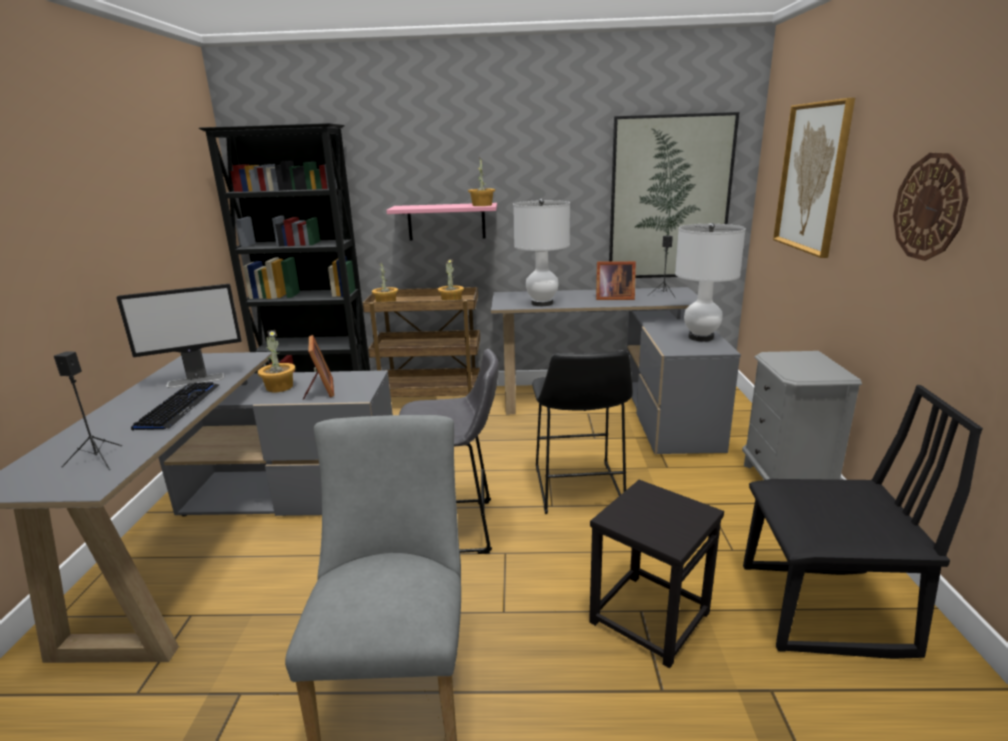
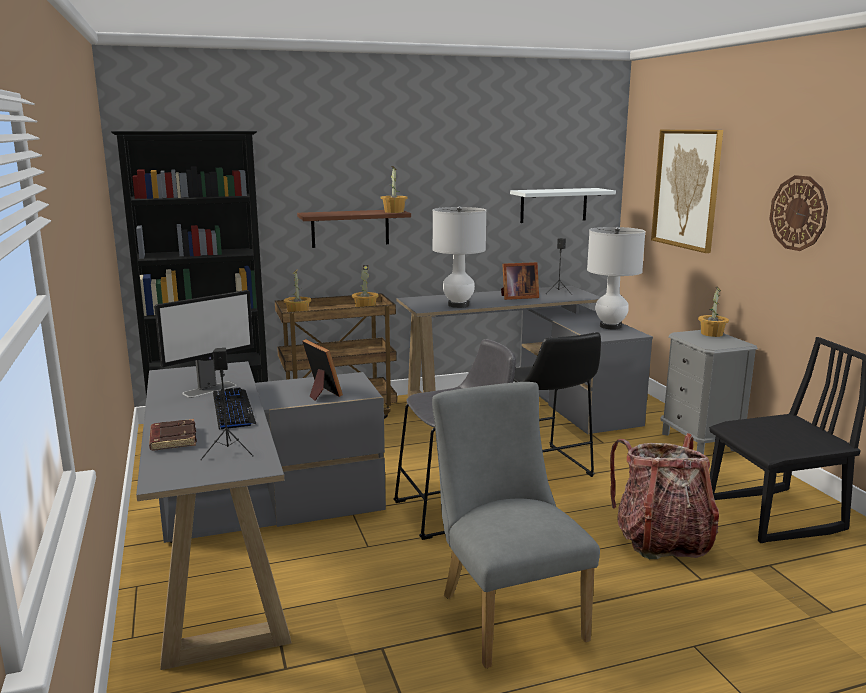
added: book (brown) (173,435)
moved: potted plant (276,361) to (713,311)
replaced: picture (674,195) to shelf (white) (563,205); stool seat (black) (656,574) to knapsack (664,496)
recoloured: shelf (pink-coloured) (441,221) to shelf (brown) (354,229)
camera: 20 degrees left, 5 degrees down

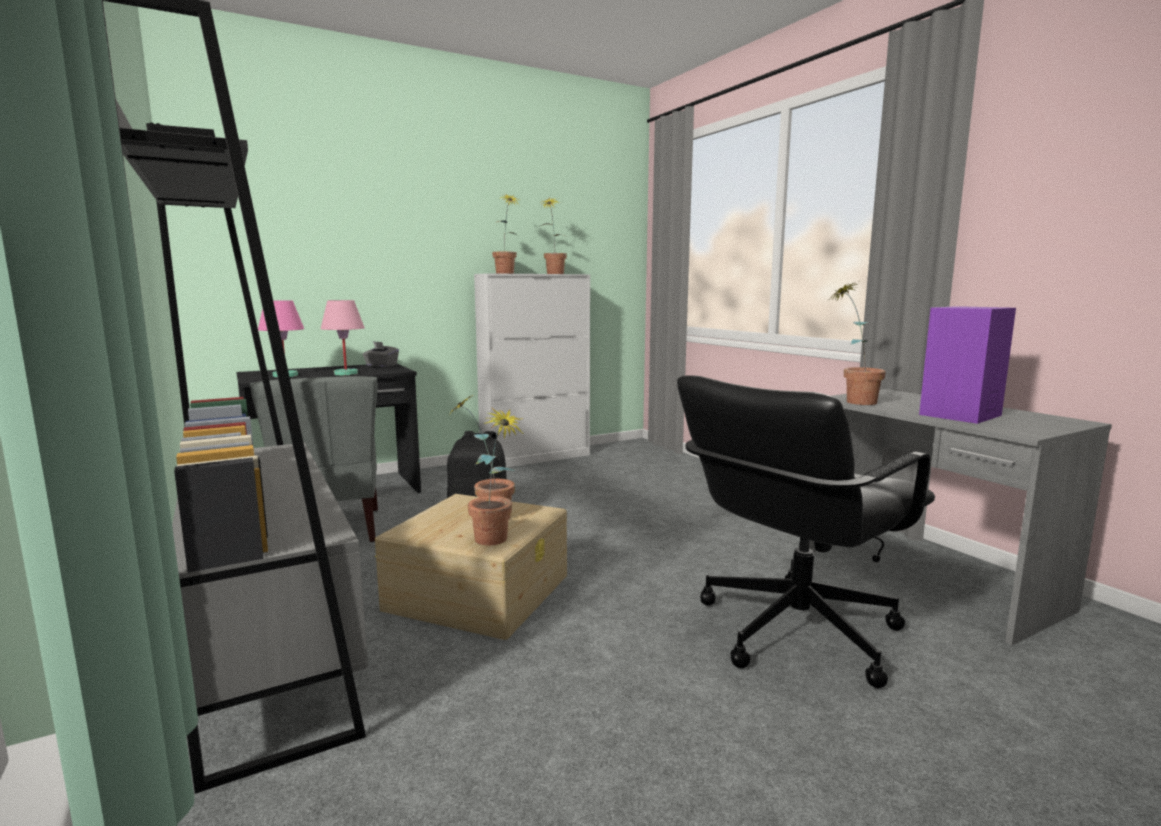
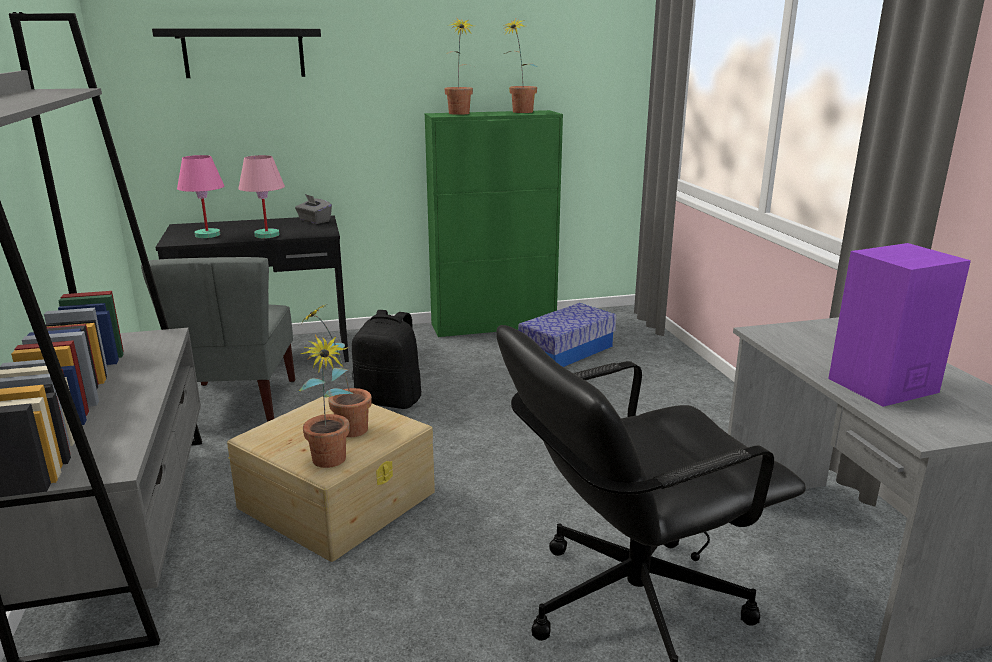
removed: potted plant (858,343)
added: shelf (black) (236,53); storage box (567,335)
recoloured: cabinet (white) (532,370) to cabinet (greenish) (494,223)
camera: 15 degrees right, 10 degrees up

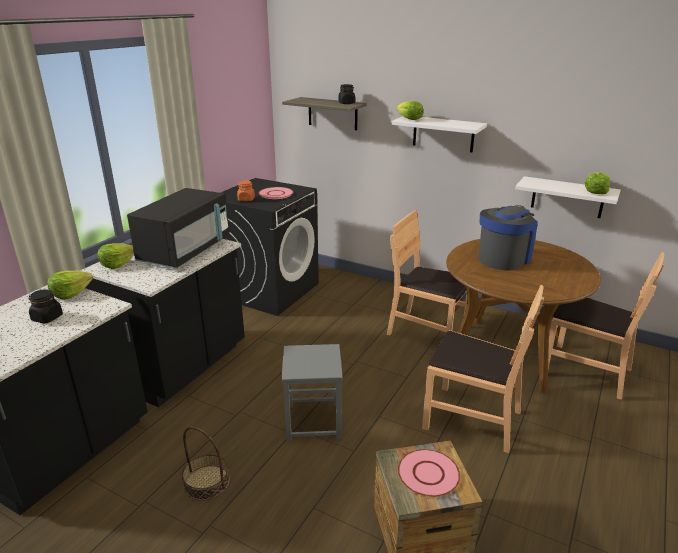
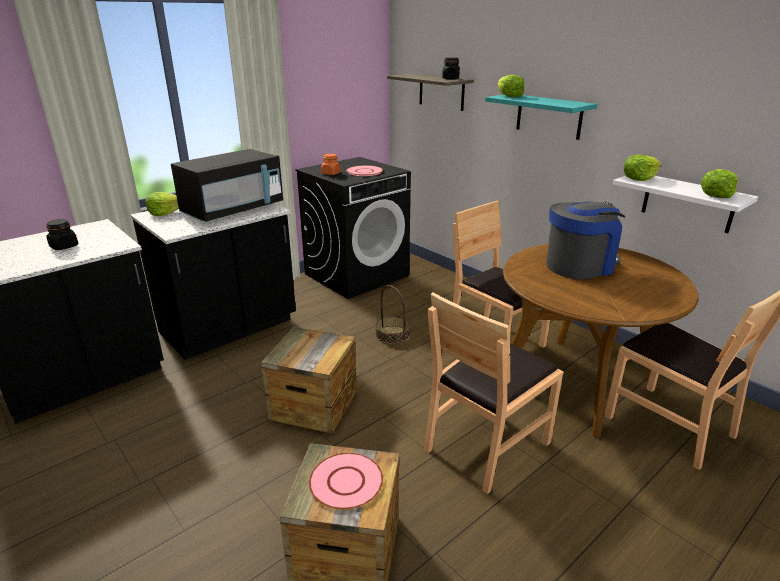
moved: basket (206,463) to (392,314); lettuce (70,285) to (642,168)
replaced: stool seat (gray) (312,392) to shipping crate (309,380)
recoloured: shelf (white) (439,134) to shelf (turquoise) (541,117)
turned: chair (brown) (483,369) = (493,393) 90 degrees clockwise
camera: 20 degrees right, 0 degrees up

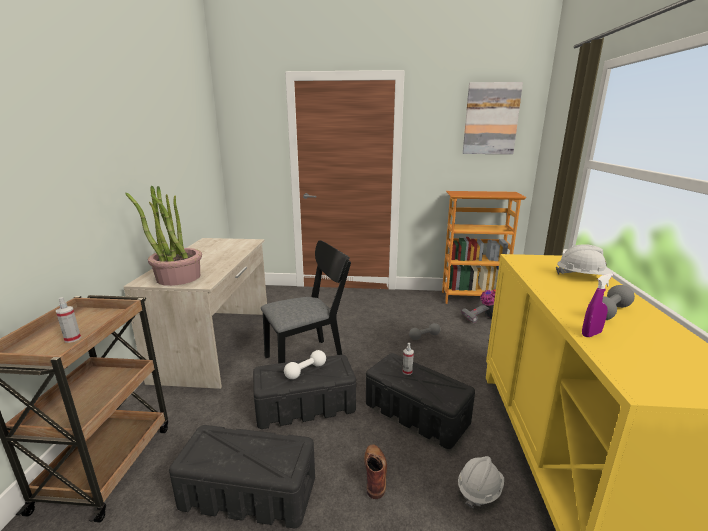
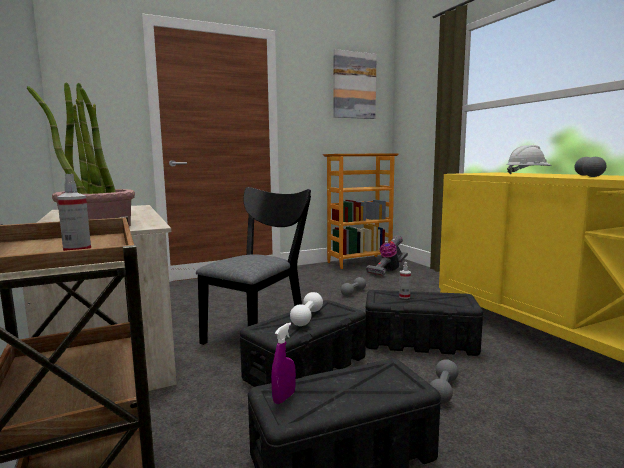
removed: hard hat (white) (481,482)
moved: hand sprayer (purple-coloured) (597,305) to (283,363)
replaced: boot (brown) (375,471) to dumbbell (gray) (444,381)
camera: 30 degrees left, 10 degrees down

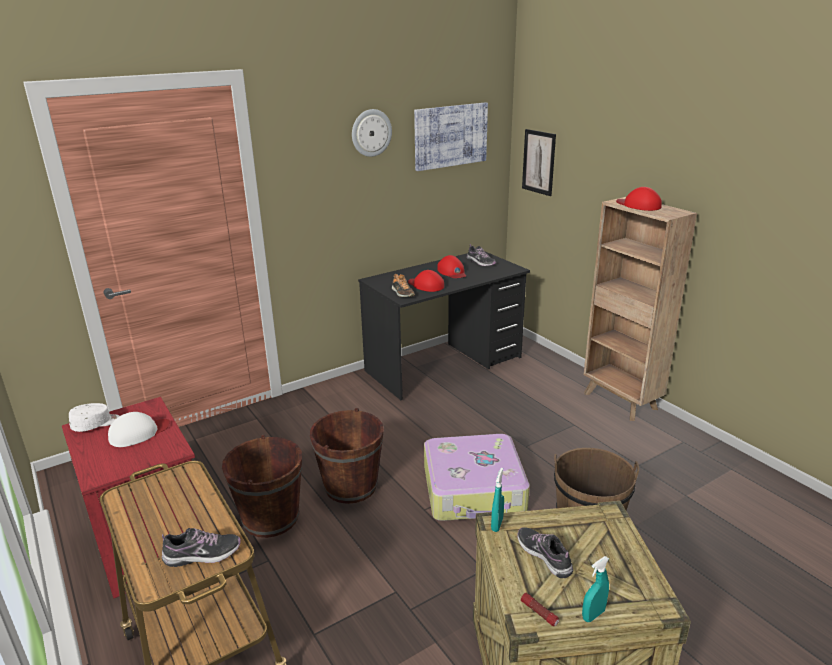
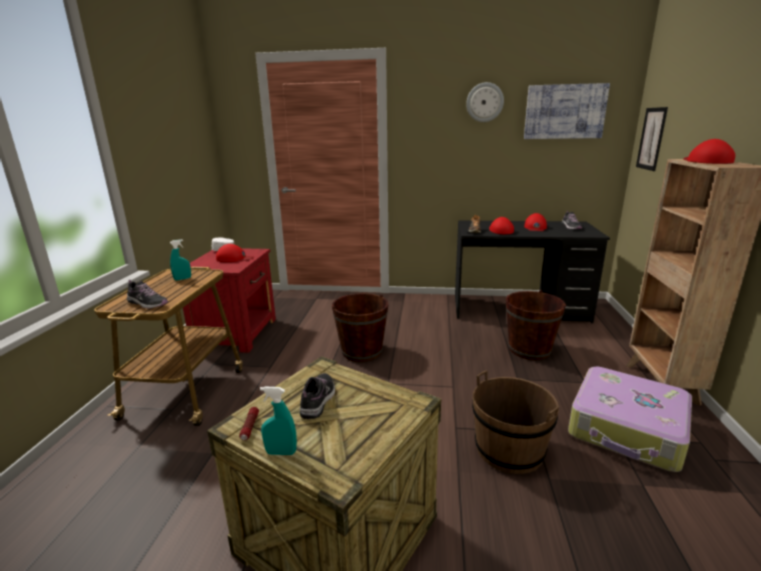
moved: hand sprayer (turquoise) (497,500) to (180,260); pail (brown) (262,486) to (536,325); suitcase (477,477) to (630,419)
recoloured: cap (white) (139,429) to cap (red-coloured) (234,253)
camera: 40 degrees right, 5 degrees down

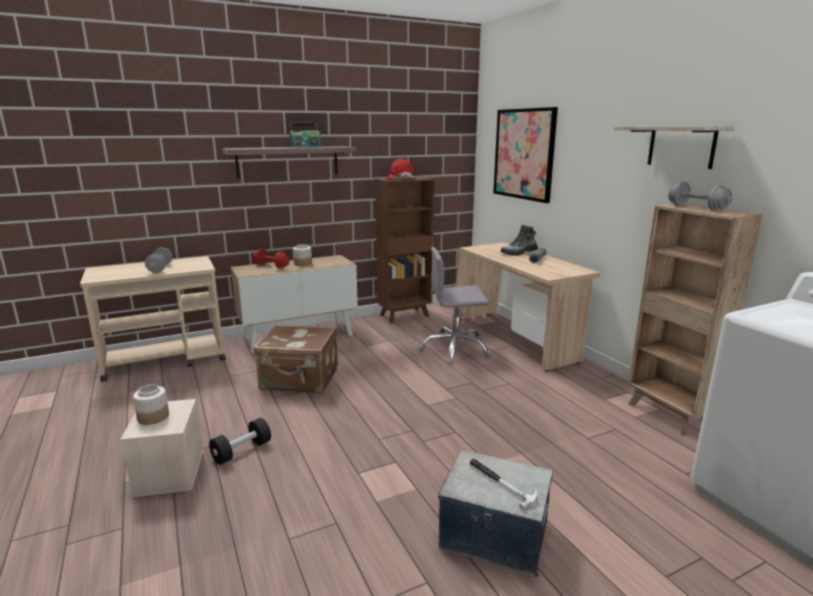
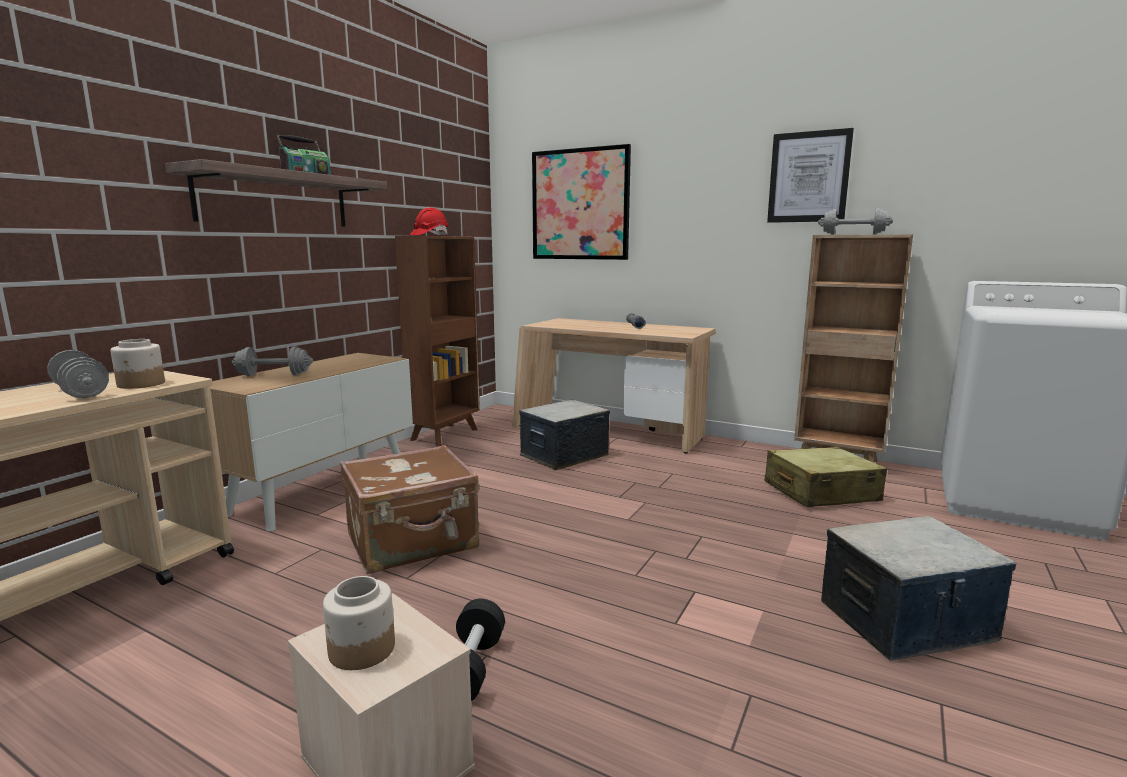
removed: hand hammer (503,484); boot (519,240)
added: suitcase (beige-coloured) (826,477)
moved: storage jar (302,255) to (137,364)
replaced: computer chair (gray) (455,306) to storage box (564,434); shelf (674,147) to picture (810,175)
recoloured: dumbbell (red-coloured) (271,258) to dumbbell (gray) (272,361)
camera: 35 degrees left, 5 degrees down

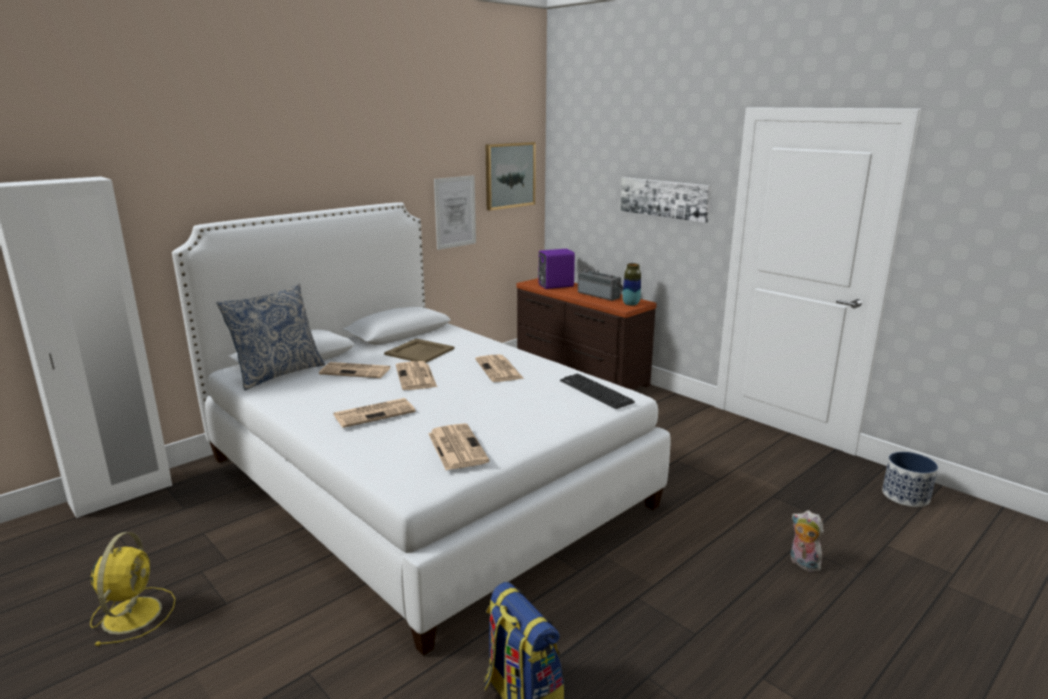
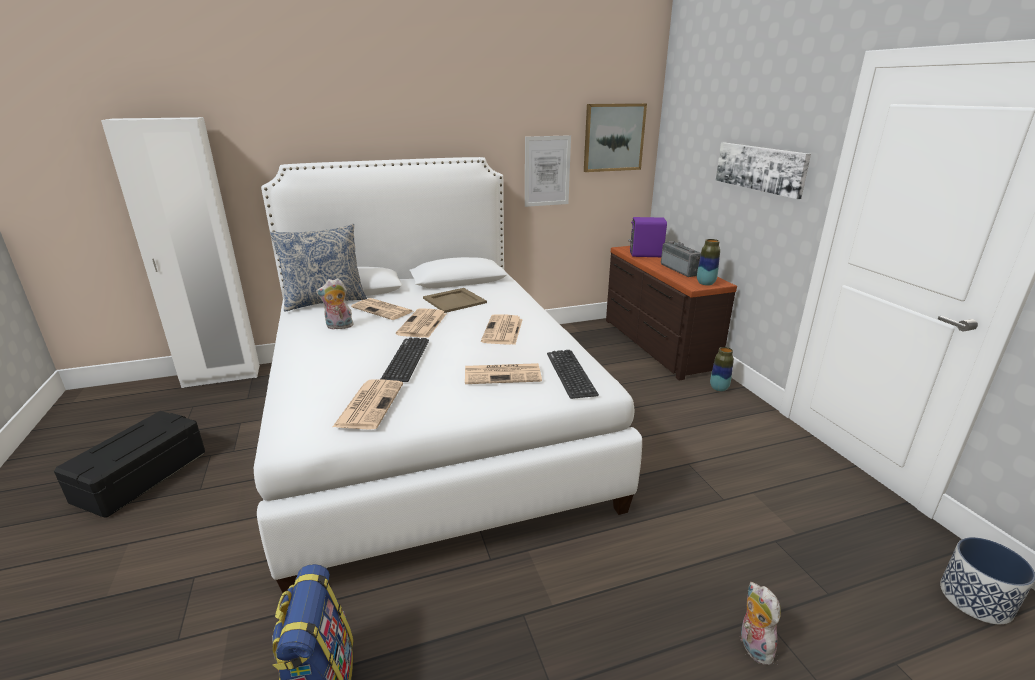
added: soft toy (335,304); PC keyboard (404,360); flower vase (722,369)
moved: newspaper (374,413) to (503,373)
replaced: electric fan (yellowish) (132,589) to storage box (black) (129,464)
camera: 25 degrees right, 5 degrees up

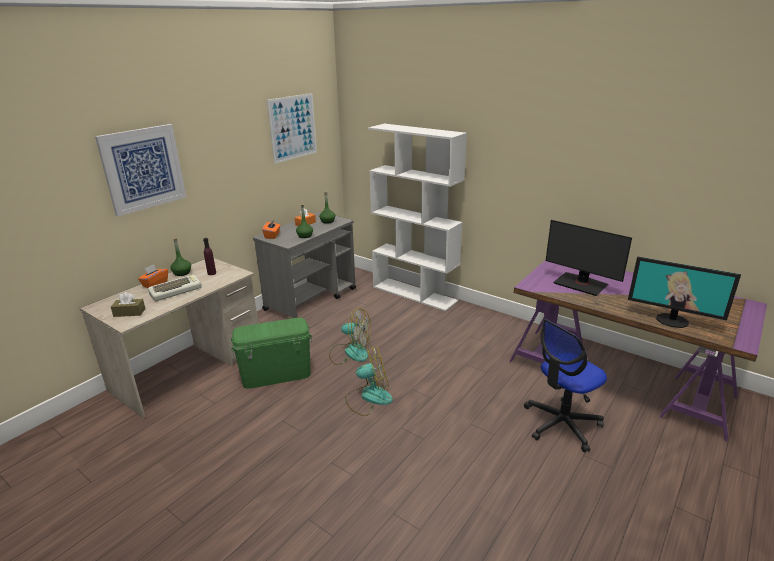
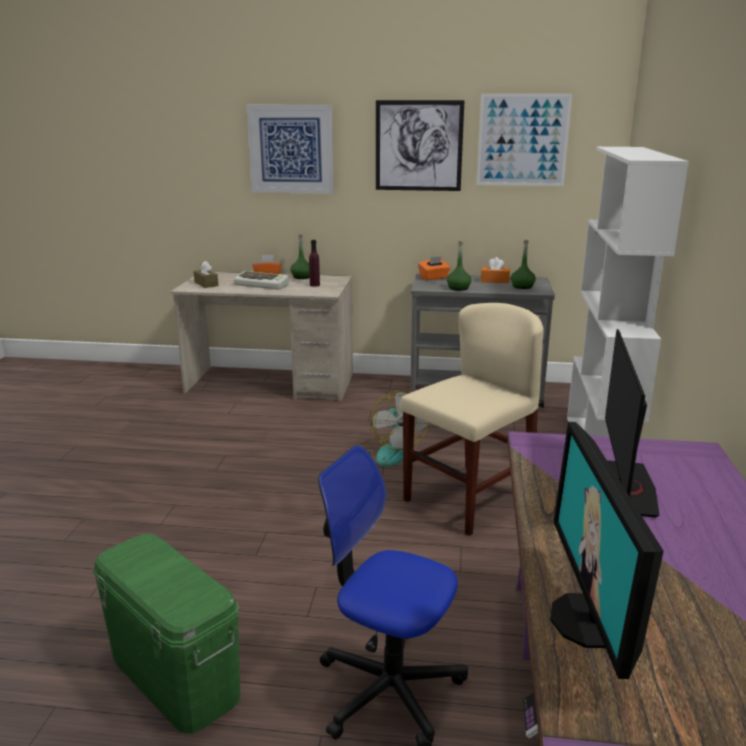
removed: electric fan (369,381)
added: picture (420,145); chair (beige-coloured) (472,419)
moved: storage box (greenish) (271,353) to (166,634)
camera: 60 degrees right, 5 degrees down

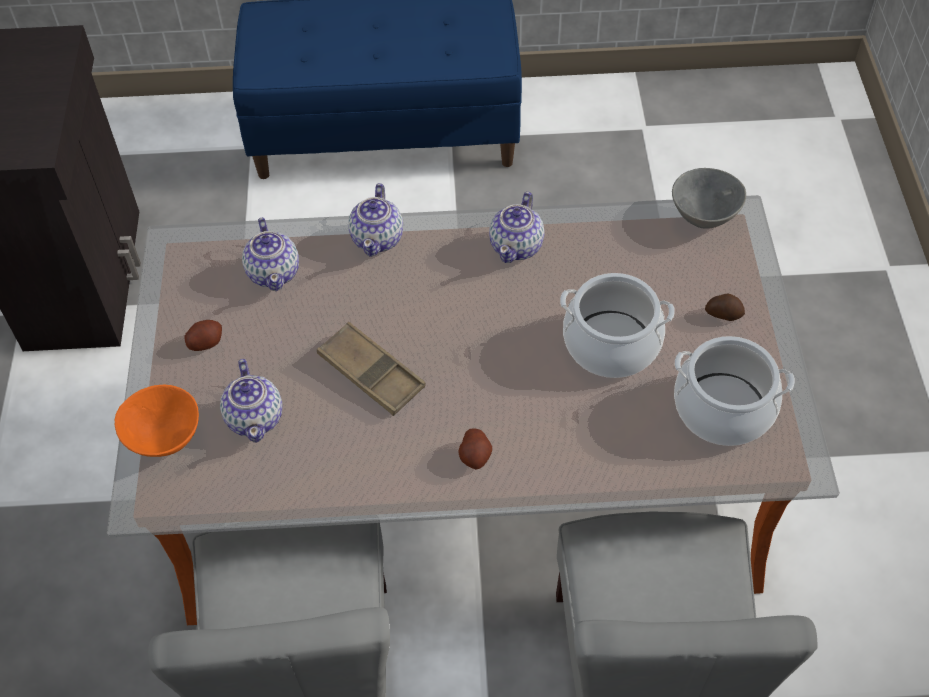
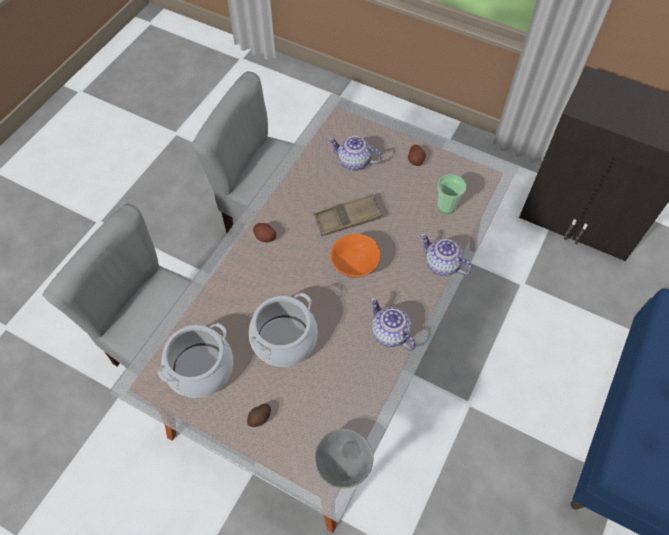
moved: serving bowl (orange) (156,421) to (355,256)
replaced: teapot (270,254) to cup (451,194)
camera: 120 degrees right, 5 degrees up

